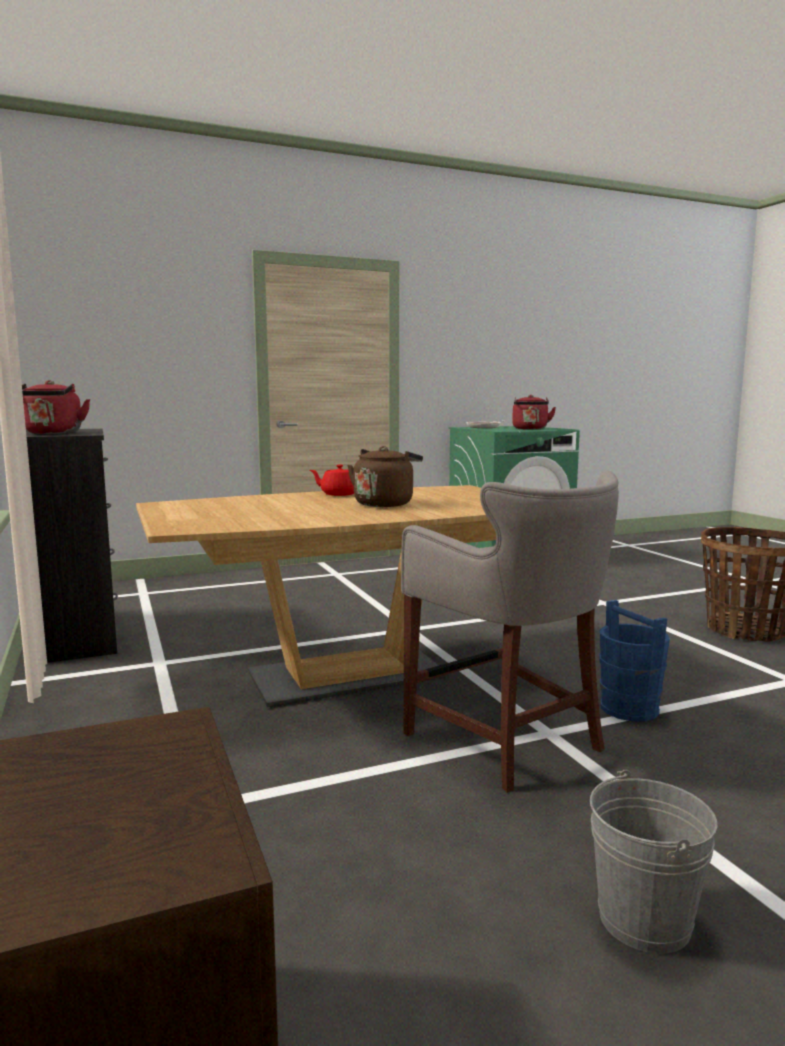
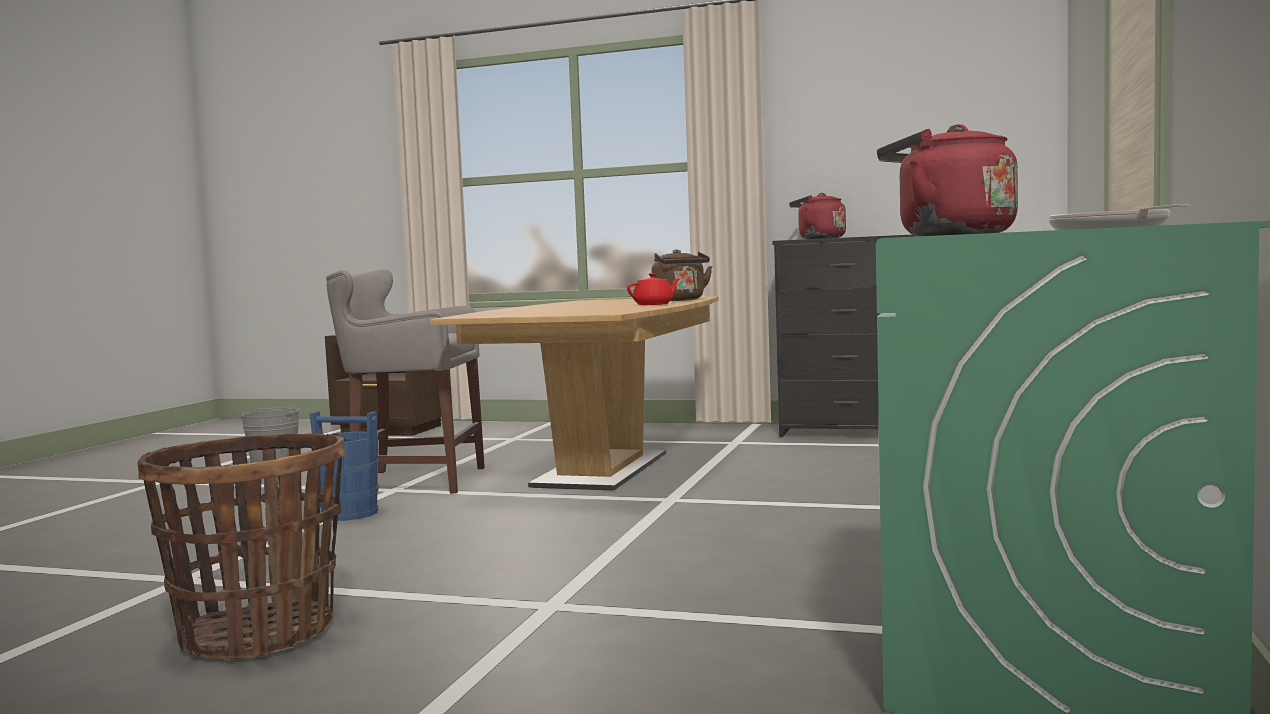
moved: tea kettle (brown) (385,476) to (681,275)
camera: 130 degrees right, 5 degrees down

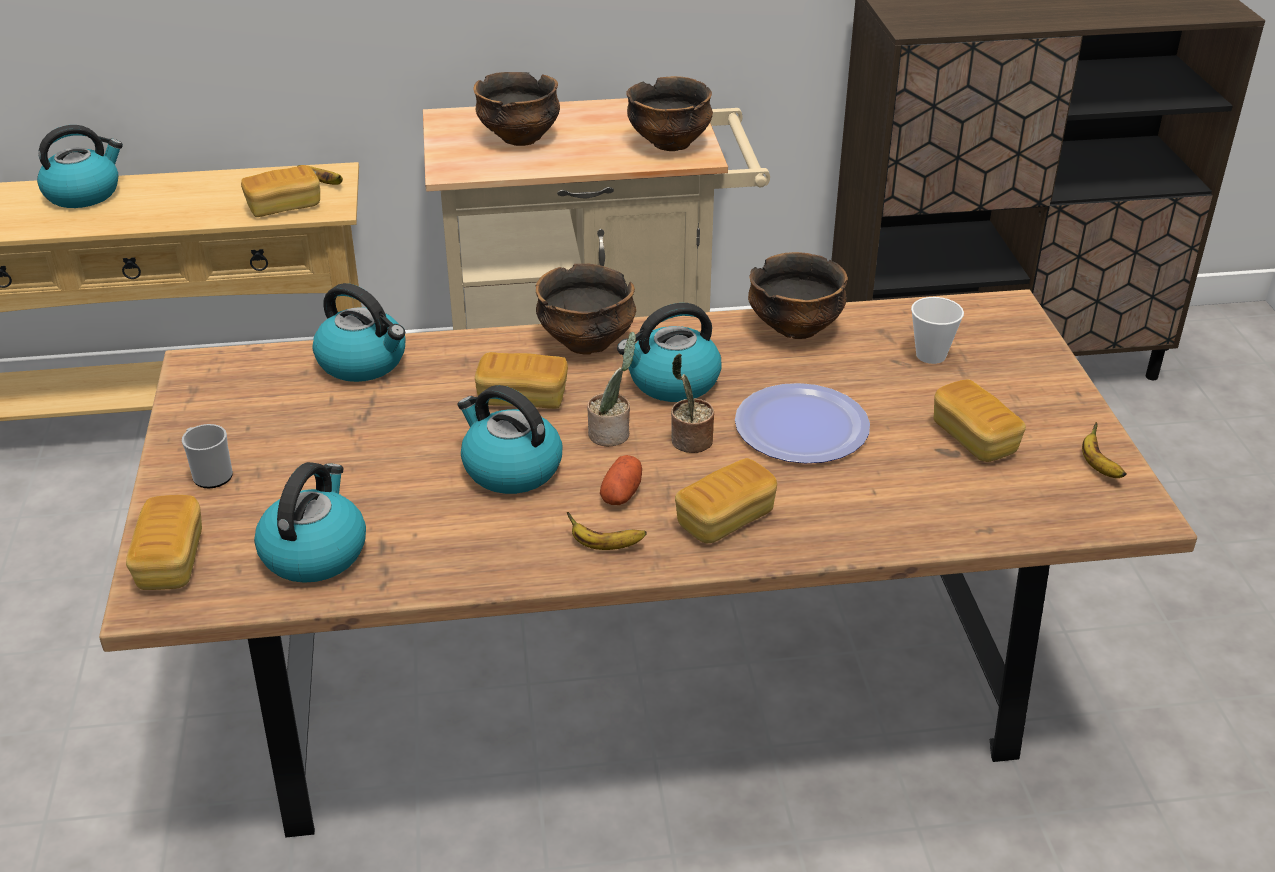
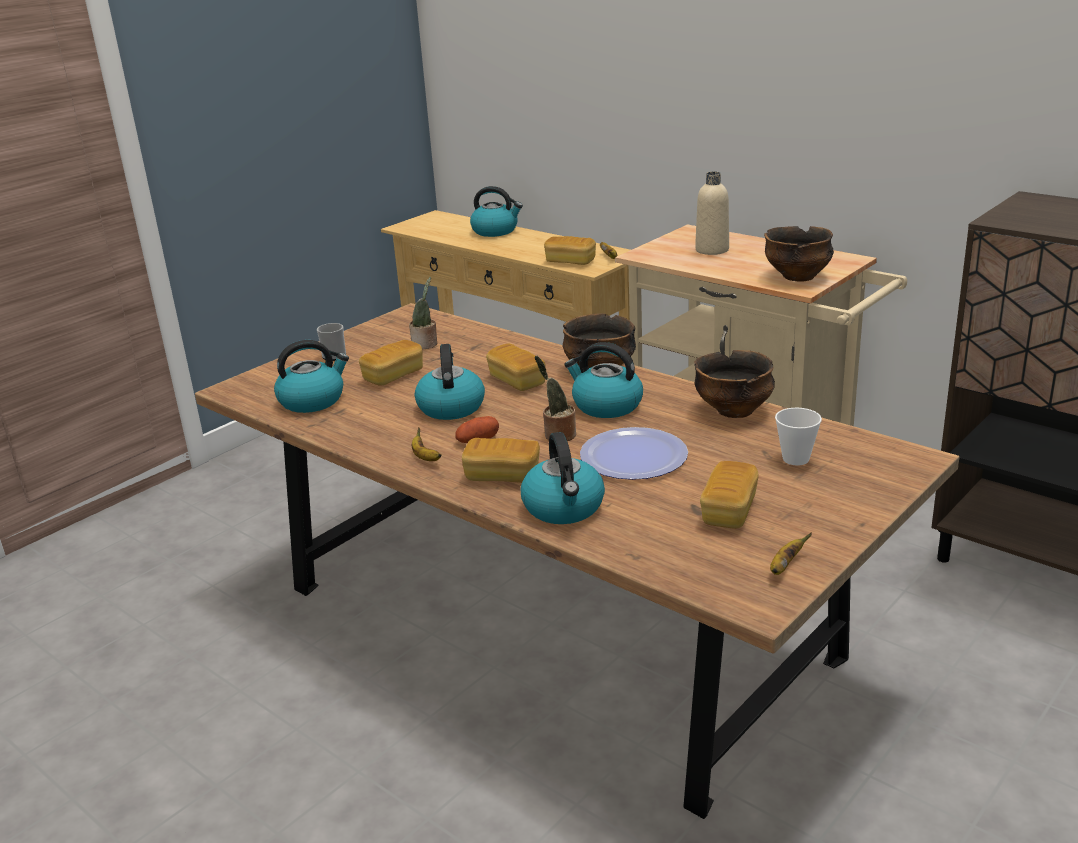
moved: bakery bread (164,542) to (391,363); potted plant (611,389) to (423,313); tea kettle (359,332) to (563,478)
replaced: serving bowl (516,109) to bottle (beige-coloured) (712,213)
camera: 50 degrees right, 10 degrees down

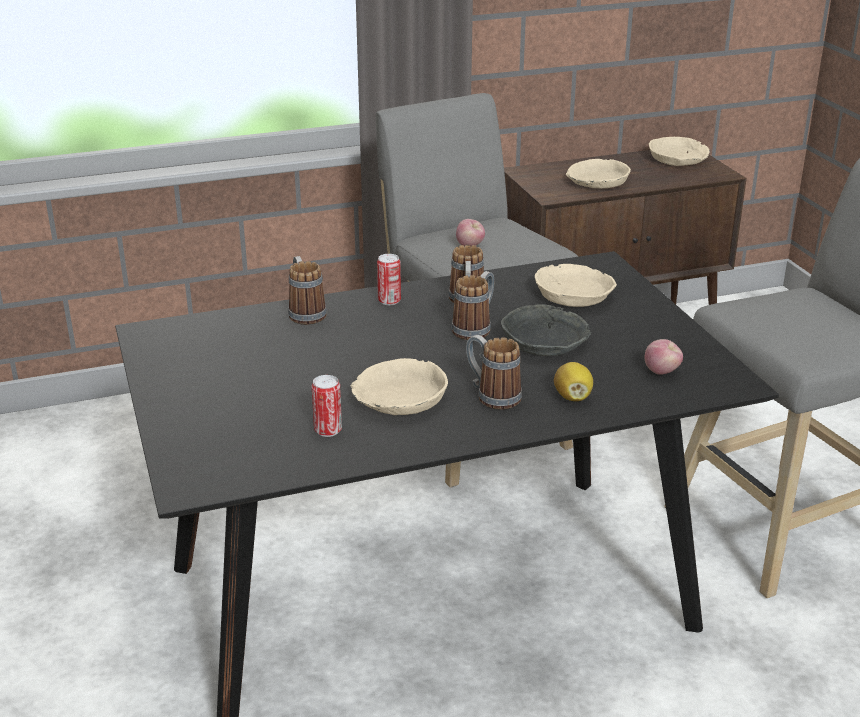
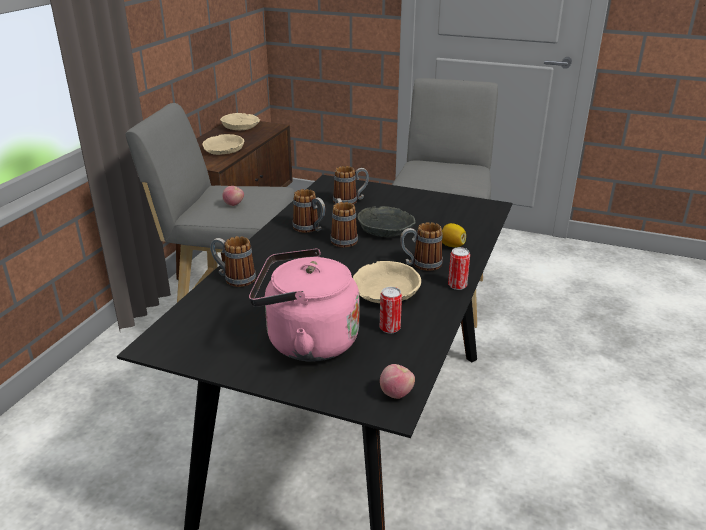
added: tea kettle (pink-coloured) (304,305)
moved: whole apple (663,357) to (397,381); metal can (389,279) to (459,268)
replaced: serving bowl (beige-coloured) (576,285) to tea mug (351,185)
camera: 50 degrees left, 0 degrees up

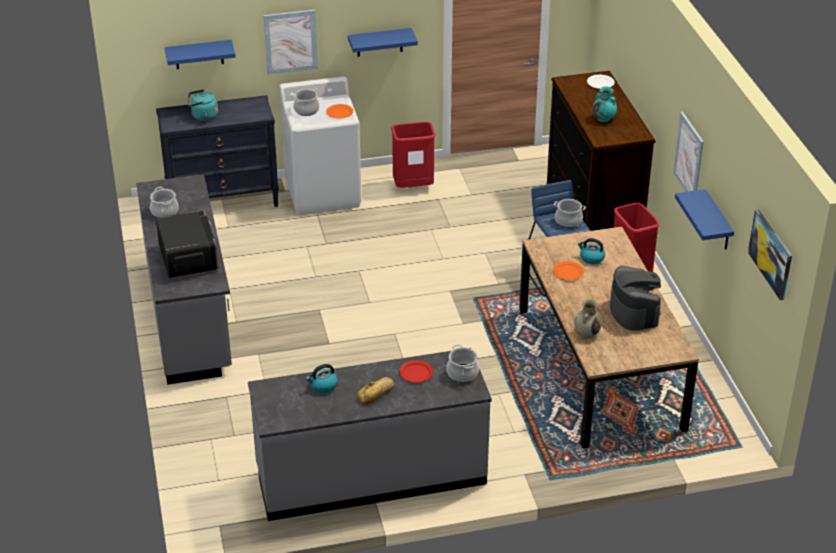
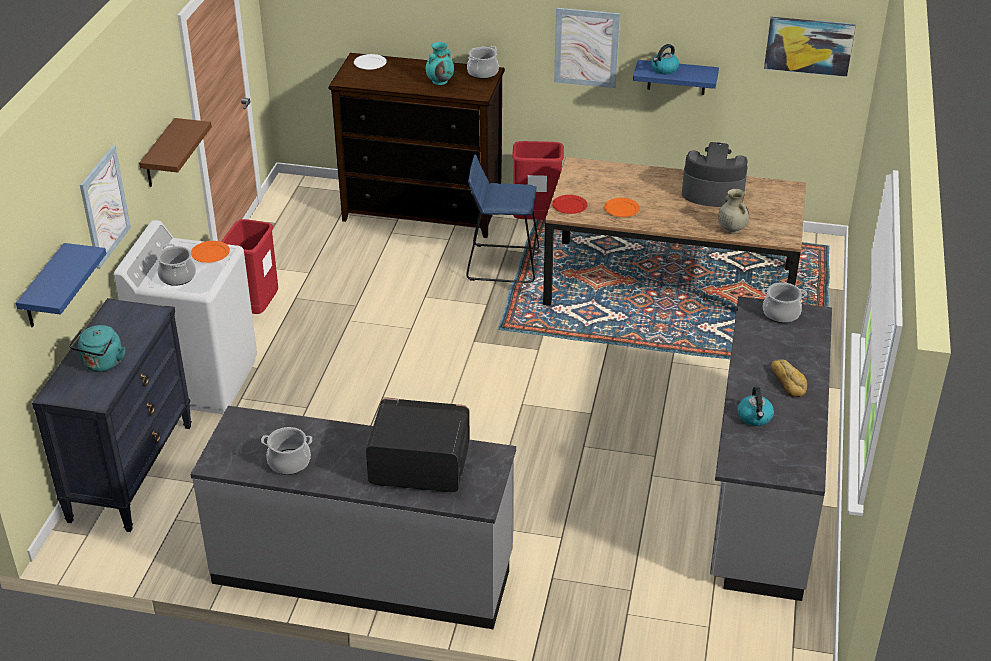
moved: saucepot (570,213) to (483,62); flat dish (red-coloured) (416,371) to (570,204); tea kettle (591,251) to (665,59)
recoloured: shelf (blue-coloured) (383,42) to shelf (brown) (175,152)
camera: 65 degrees left, 0 degrees up

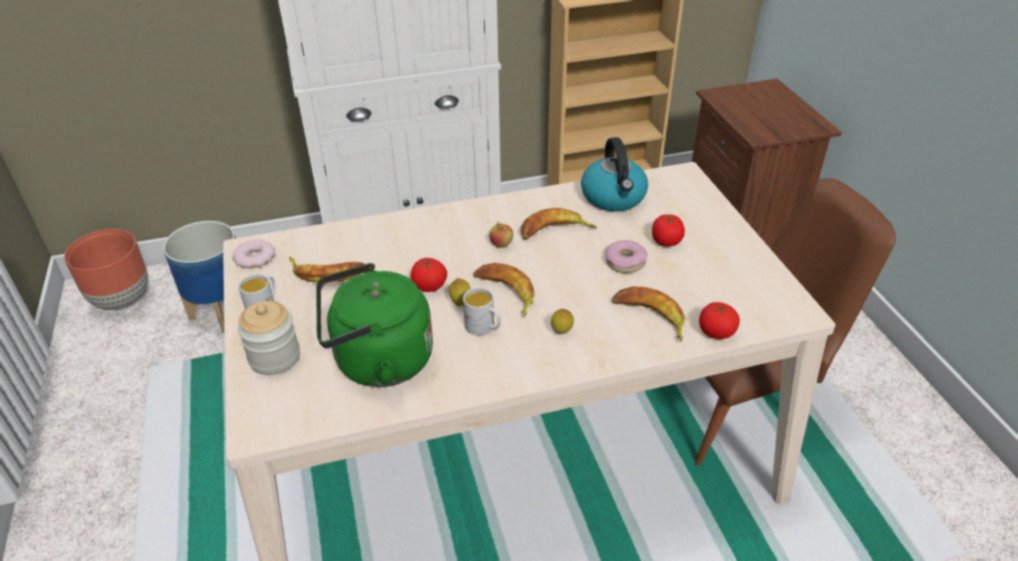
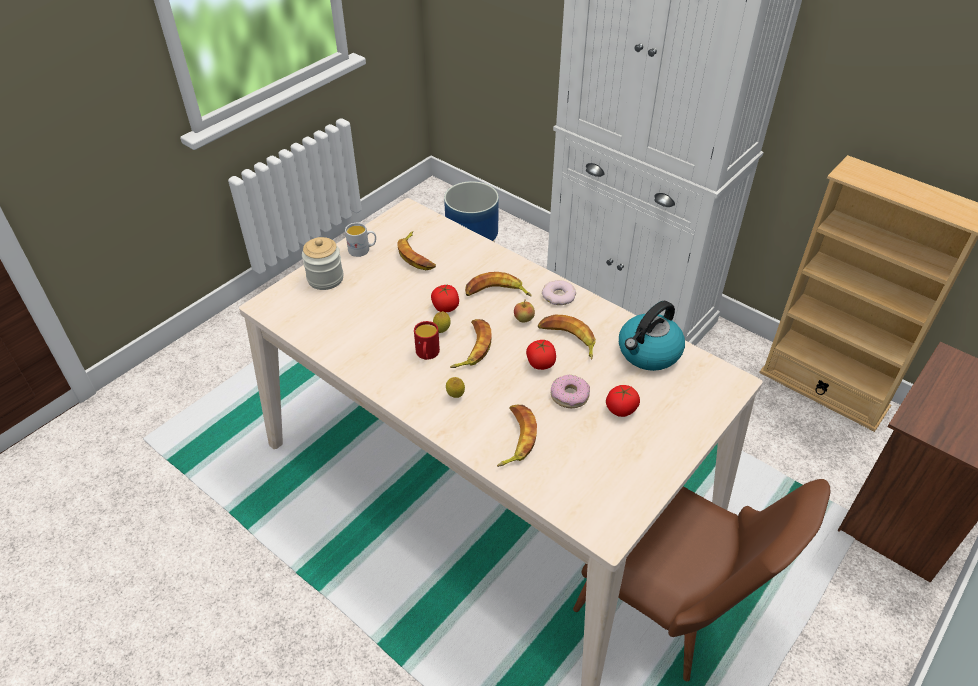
removed: plant pot (brown) (106,269); tea kettle (greenish) (374,325)
added: whole banana (498,284)
moved: tomato (719,320) to (541,355); ring doughnut (253,254) to (559,292)
recoloured: tea mug (white) (482,311) to tea mug (red-coloured) (427,340)
camera: 55 degrees right, 5 degrees up

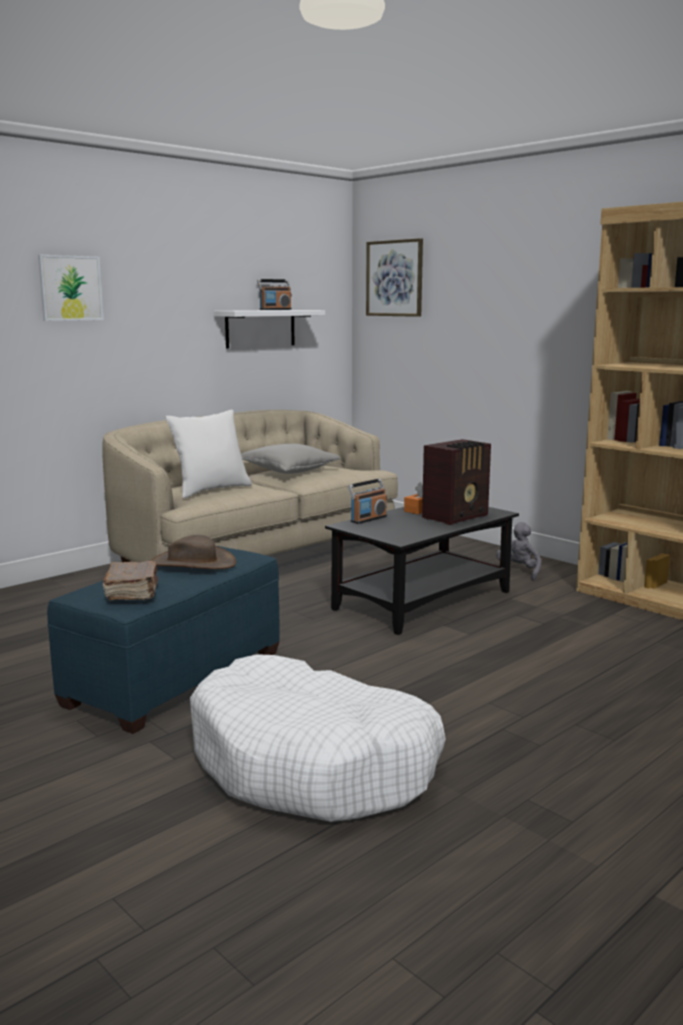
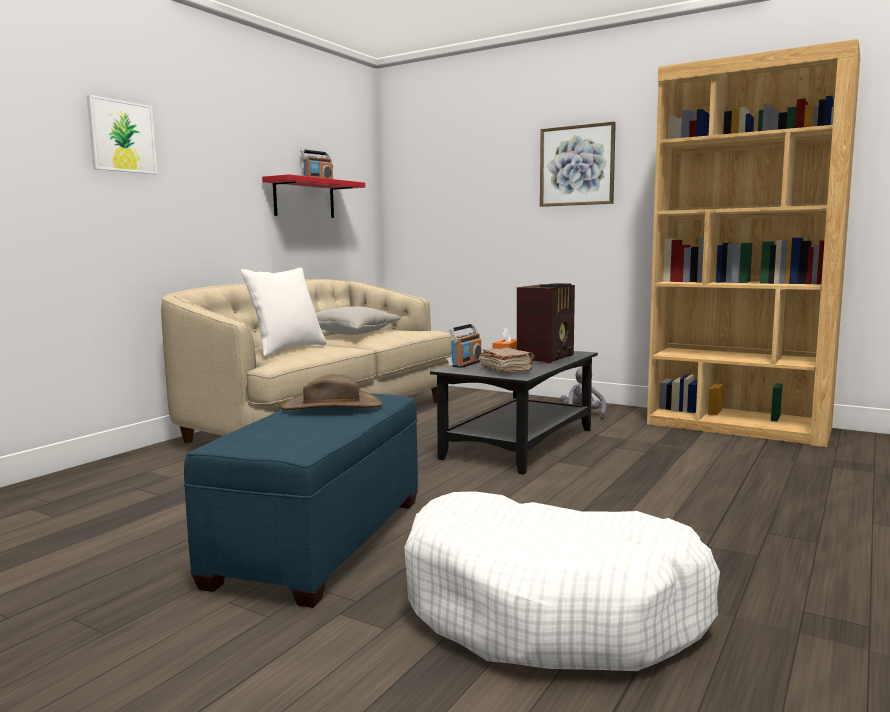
moved: book (brown) (130,580) to (507,359); picture (394,277) to (578,164)
recoloured: shelf (white) (269,329) to shelf (red-coloured) (313,196)
camera: 15 degrees left, 5 degrees down

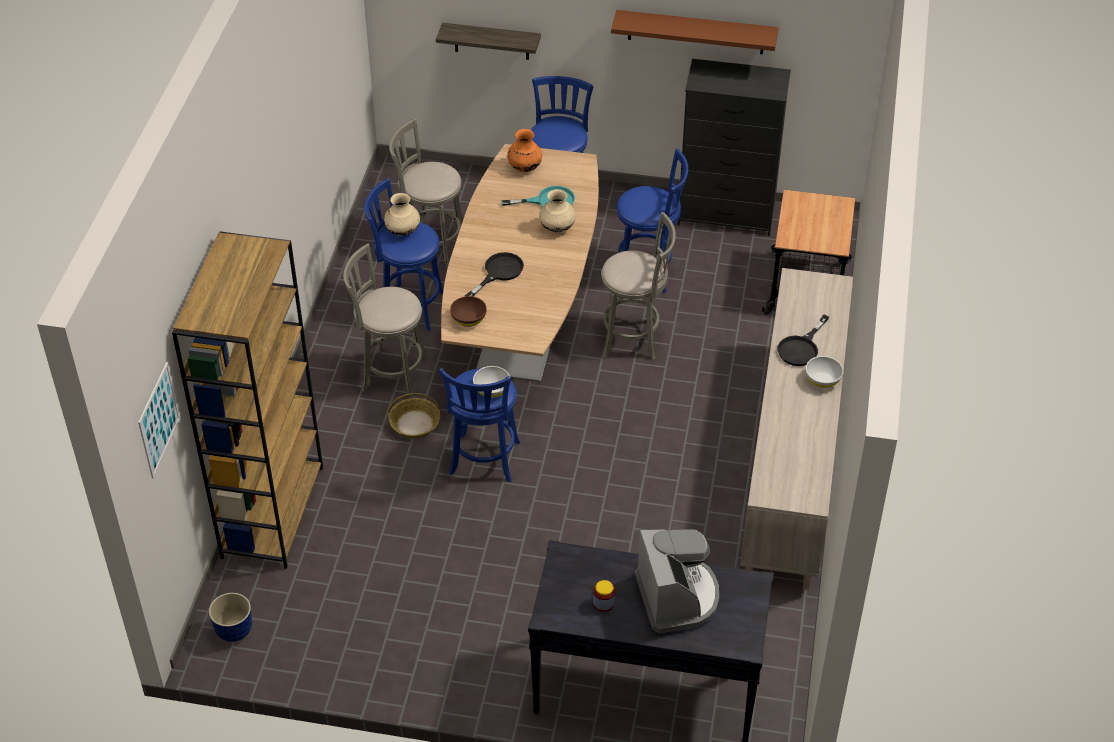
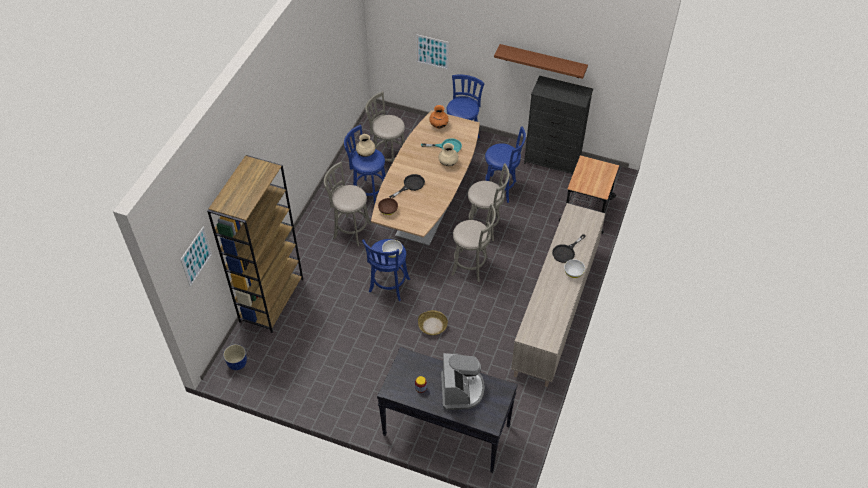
added: stool seat (gray) (473,242)
moved: basket (414,415) to (433,322)
replaced: shelf (488,41) to picture (432,52)
camera: 10 degrees right, 5 degrees up

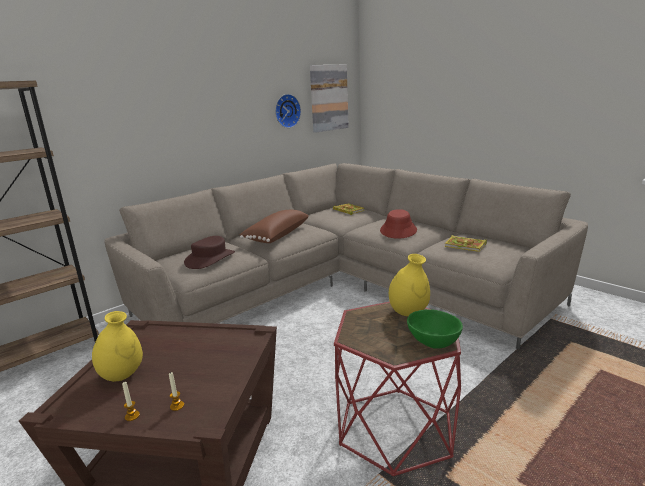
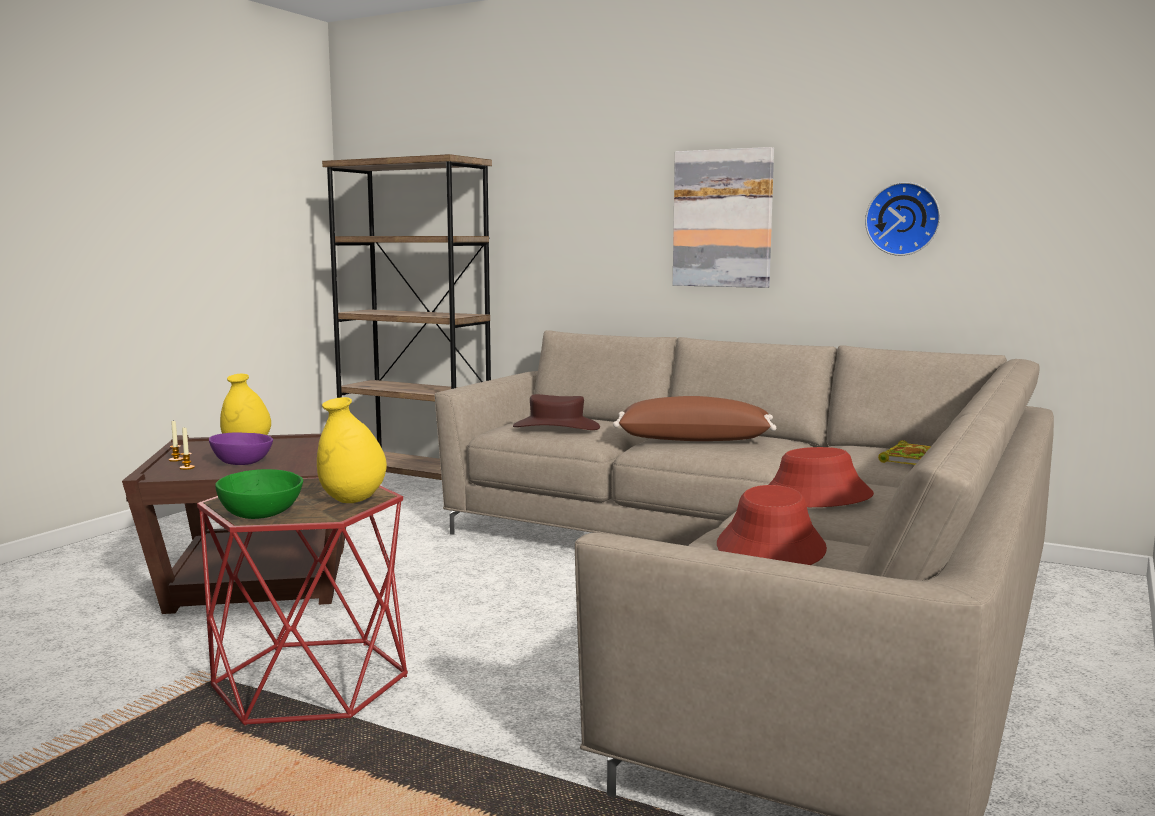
added: serving bowl (purple-coloured) (241,448)
moved: picture (329,98) to (723,217)
replaced: book (466,243) to clothing hat (red-coloured) (772,525)
camera: 70 degrees right, 10 degrees down

